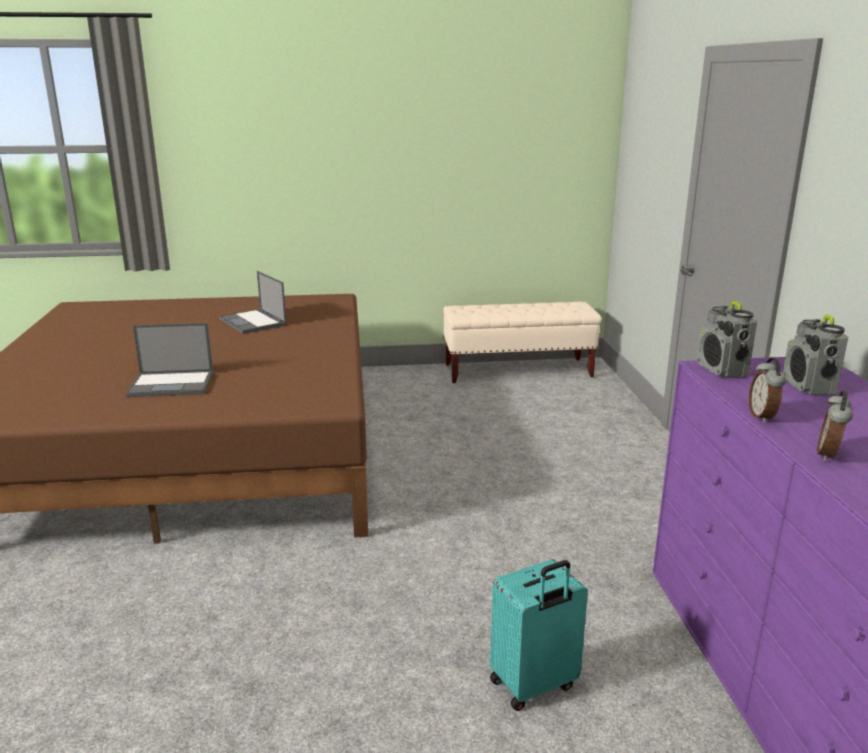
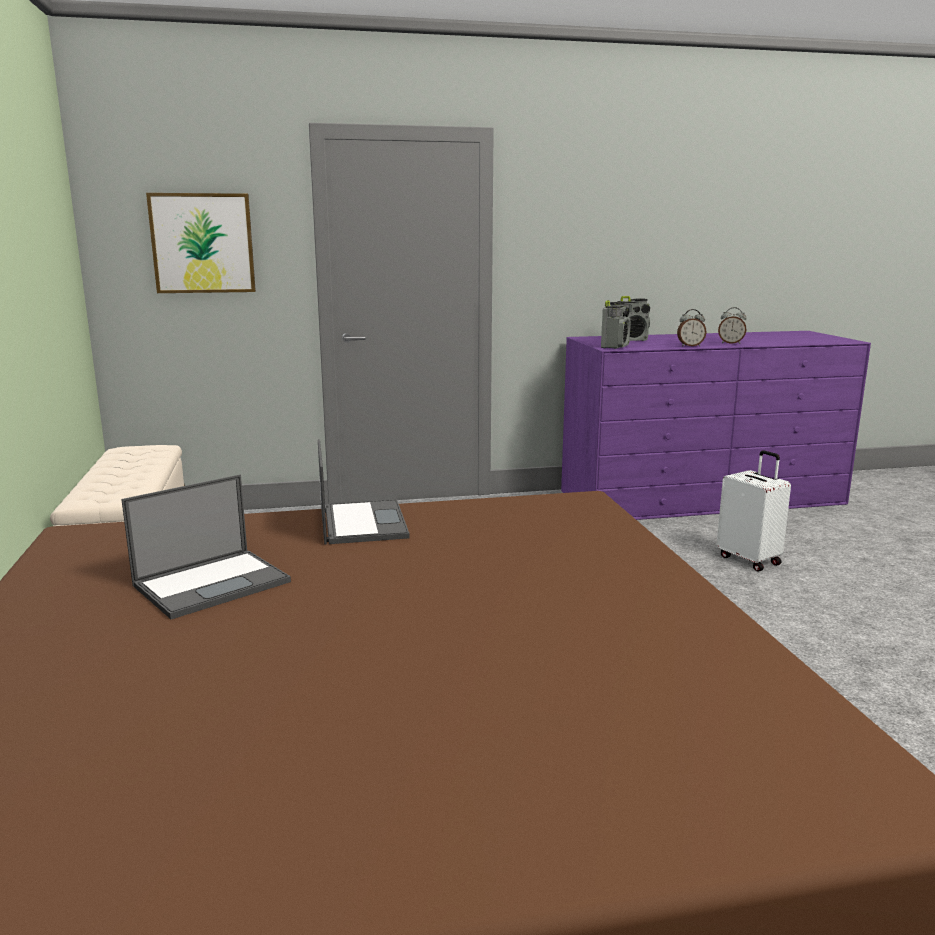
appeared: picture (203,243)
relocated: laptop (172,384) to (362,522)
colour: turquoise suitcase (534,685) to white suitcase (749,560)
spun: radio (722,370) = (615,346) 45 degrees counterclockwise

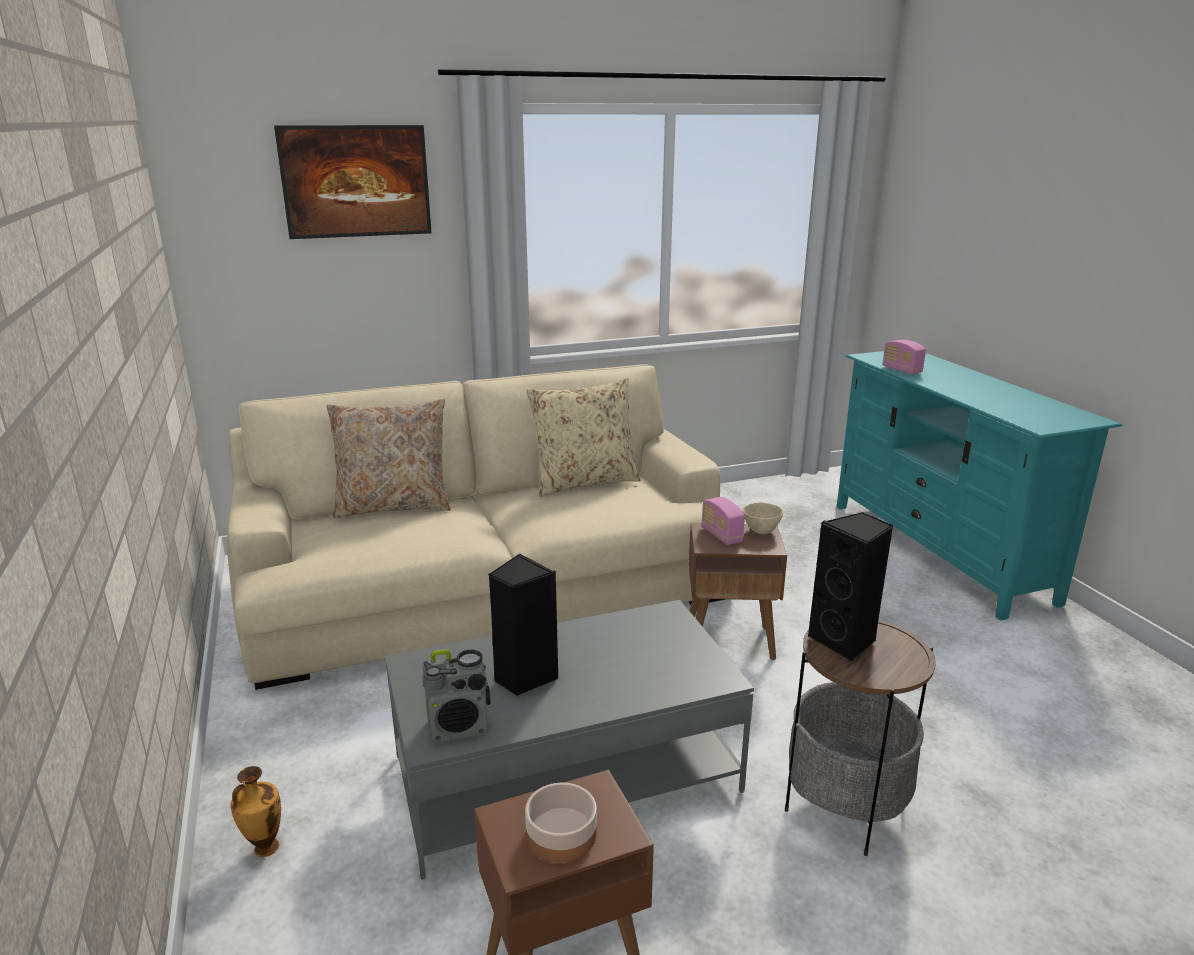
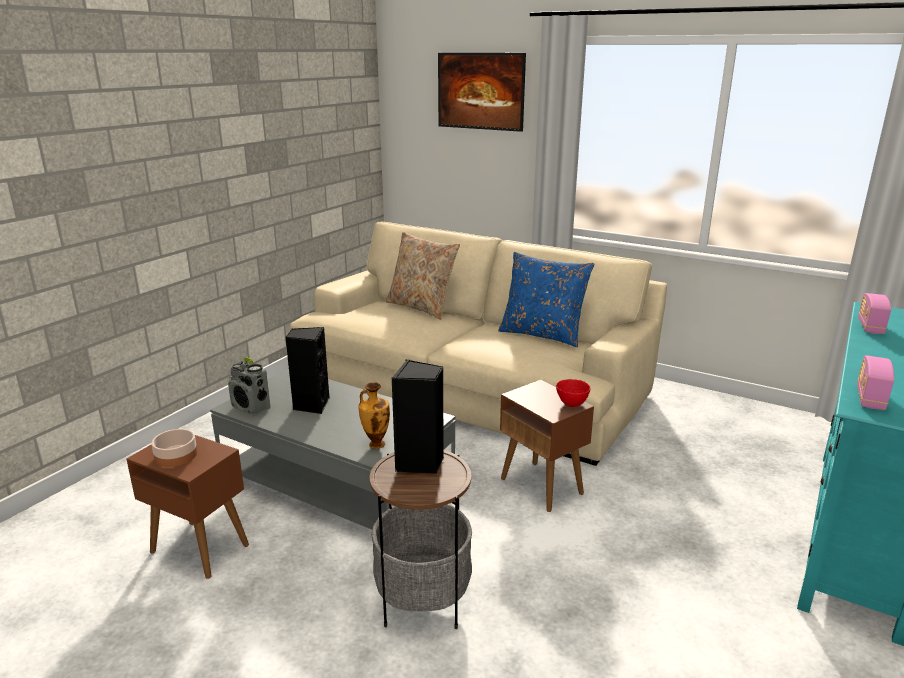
relocated: vase (264,848) to (375,444); radio (721,535) to (869,398)
colour: beige pillow (584,482) to blue pillow (542,334); beige bowl (761,531) to red bowl (571,404)

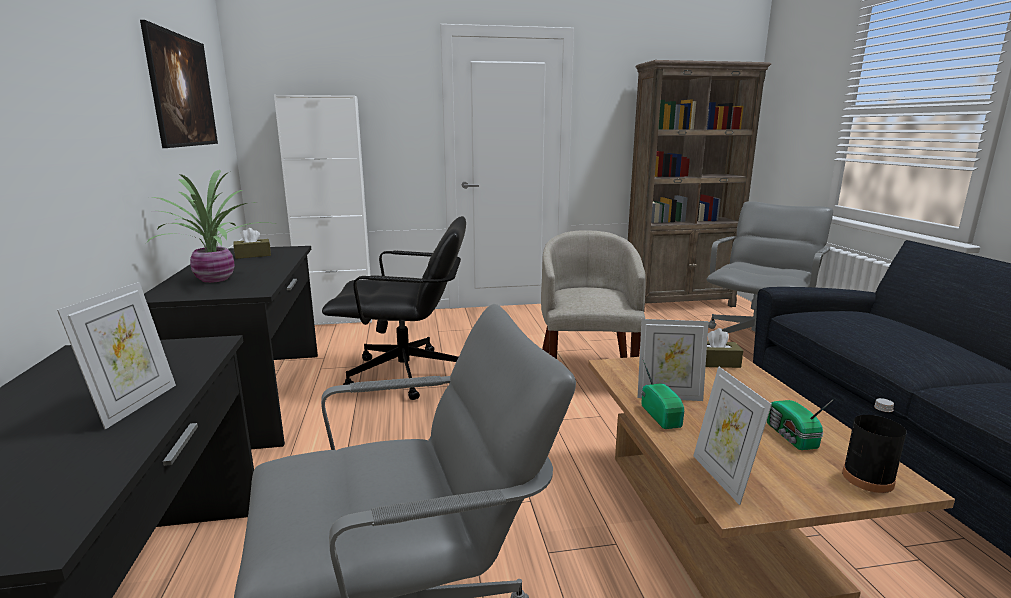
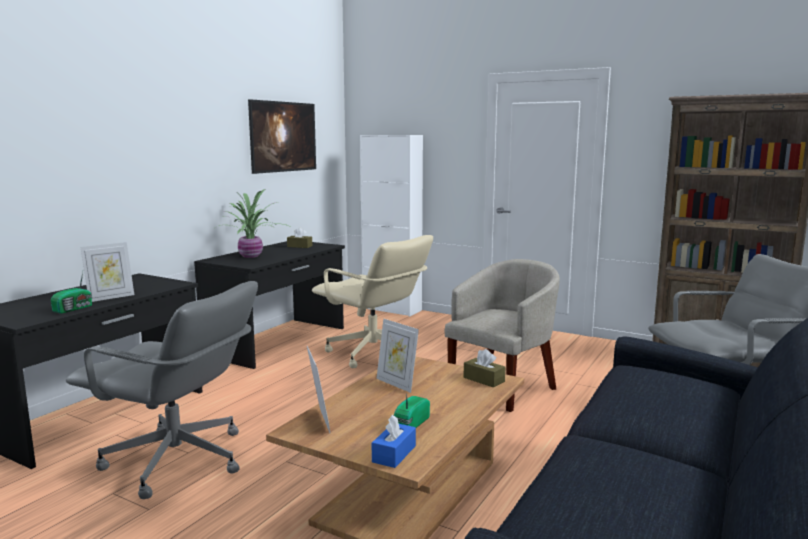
relocated: radio (661,415) to (74,309)
exchanged: black bottle (867,478) to blue tissue box (394,454)
colour: black office chair (406,375) to beige office chair (373,353)
spun: picture frame (722,477) = (319,421) 135 degrees clockwise

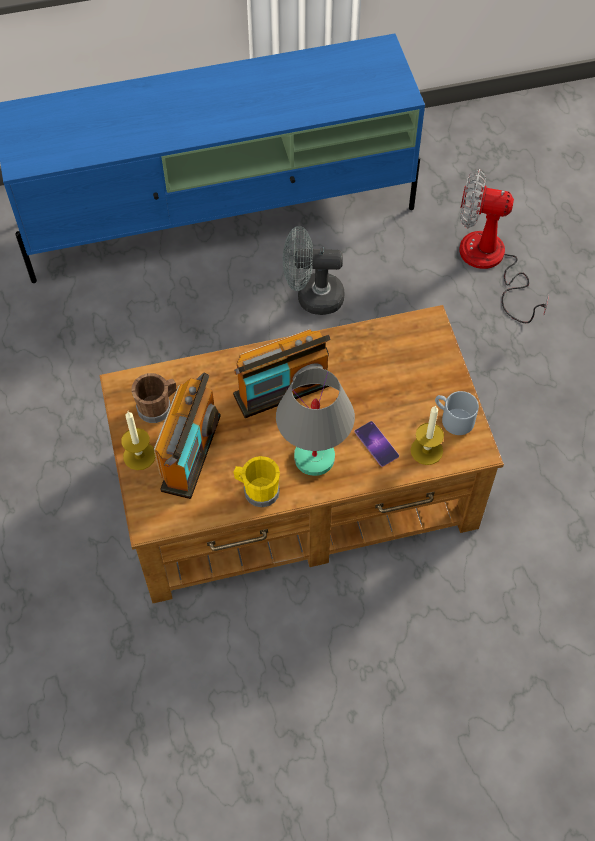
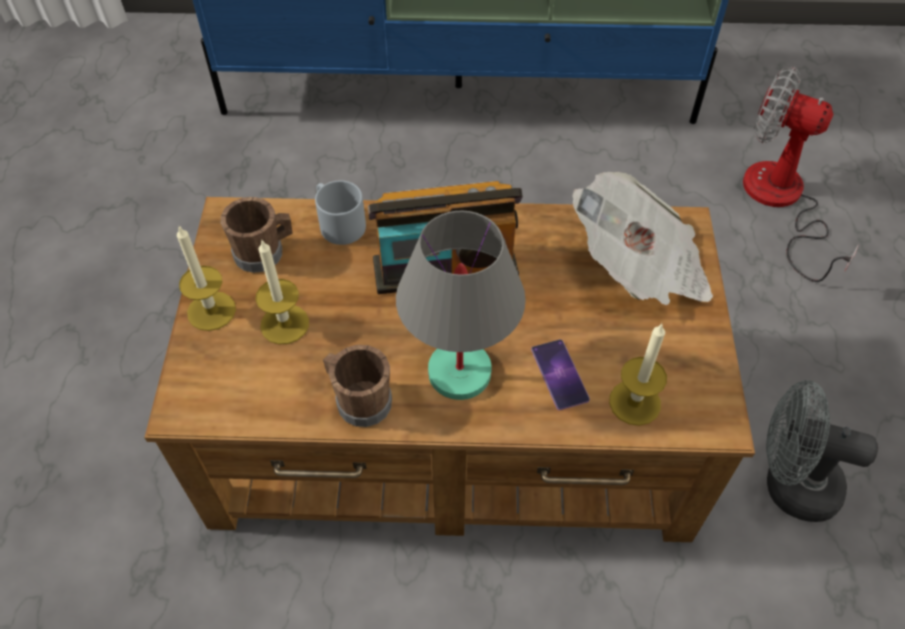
appeared: newspaper (639,267)
relocated: grey fan (312,297) to (789,484); grey mug (452,418) to (337,223)
exchanged: radio (191,453) to candle (284,324)
colour: yellow mug (257,490) to brown mug (359,399)

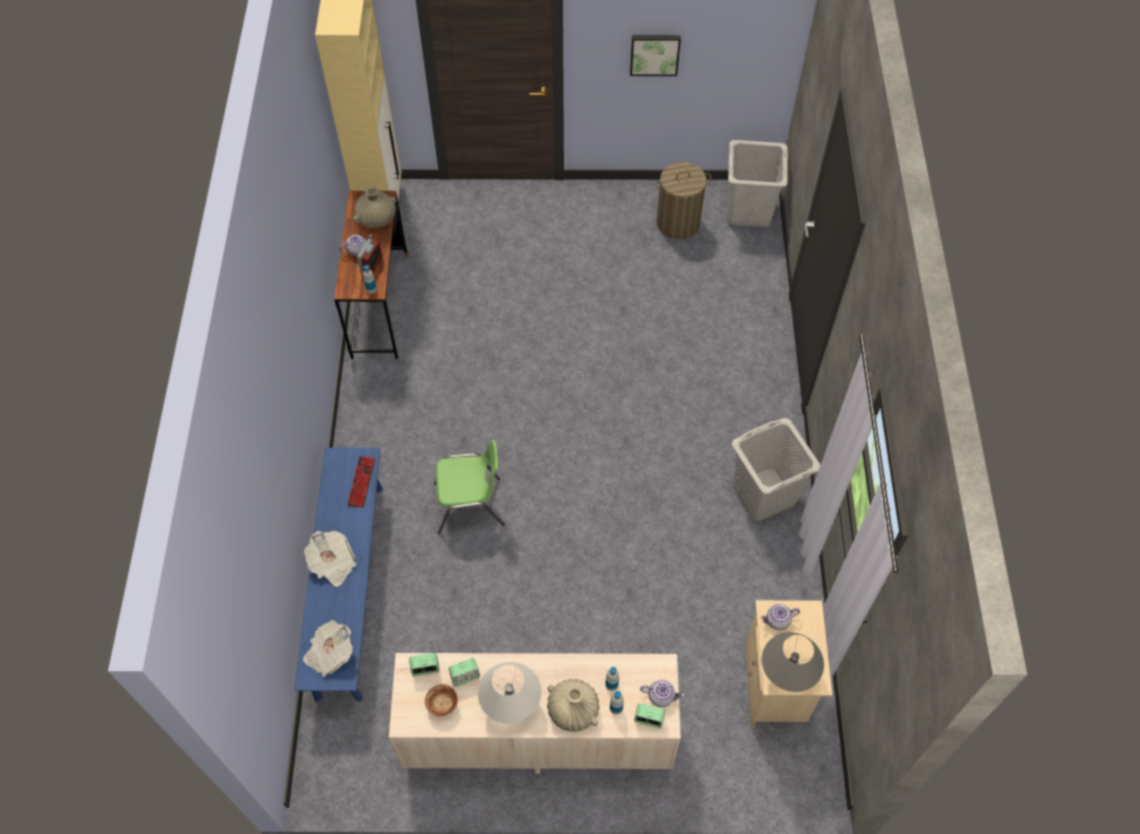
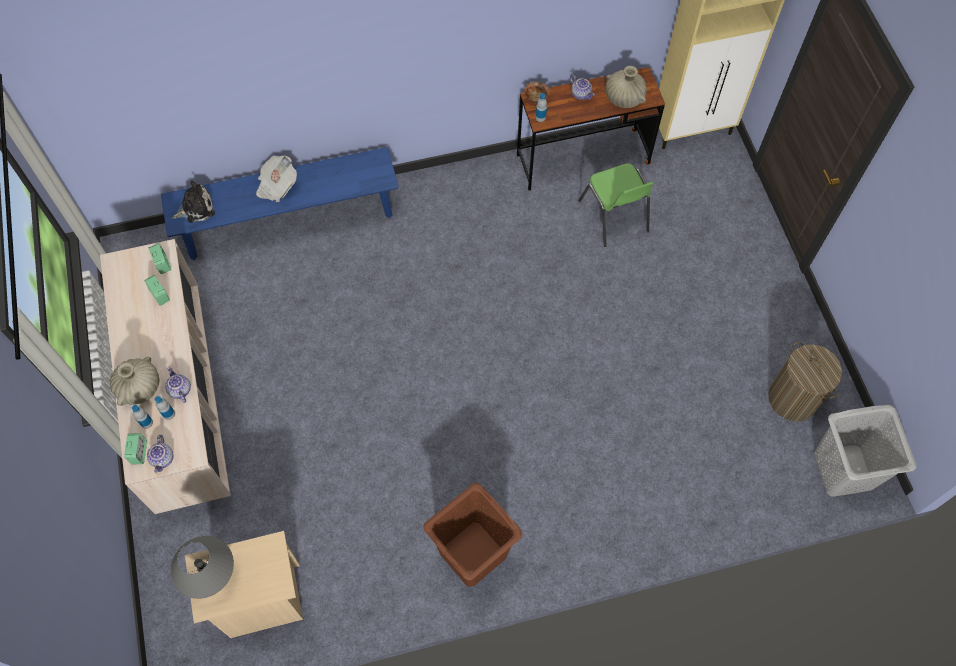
missing: keyboard (361,482); alarm clock (371,265); white table lamp (510,703); picture (654,53)
relocated: bowl (442,705) to (536,100); green chair (470,505) to (614,217); teapot (777,621) to (179,390)
exchanged: newspaper (329,653) to plush toy (196,208)
colour: grey laundry basket (764,494) to brown laundry basket (472,553)

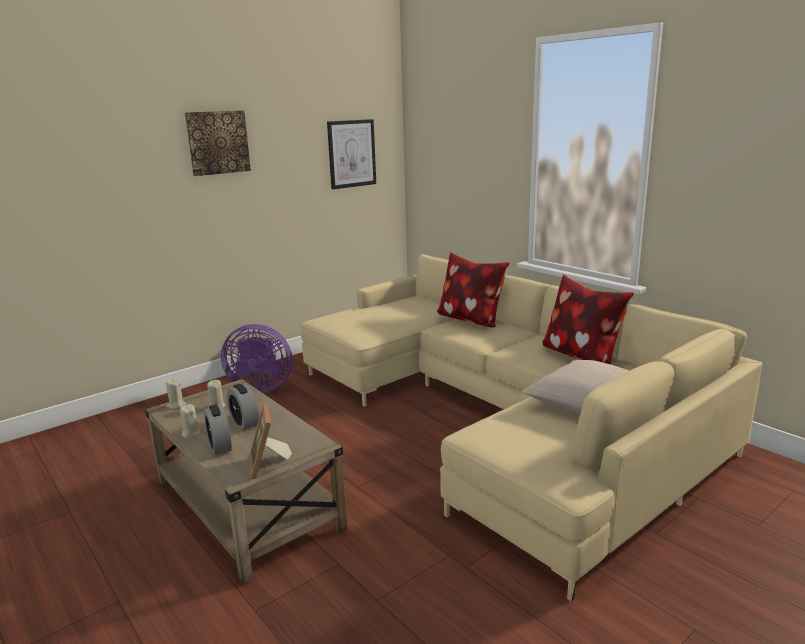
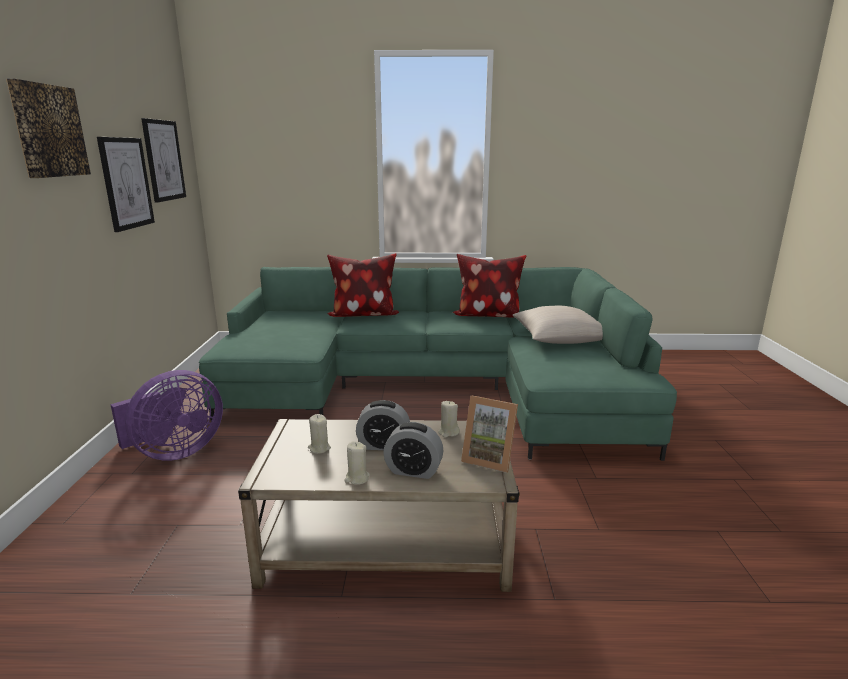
appeared: picture (126,183)
relocated: beige candle (176,405) to (448,432)
colour: beige sofa (502,416) to green sofa (437,386)

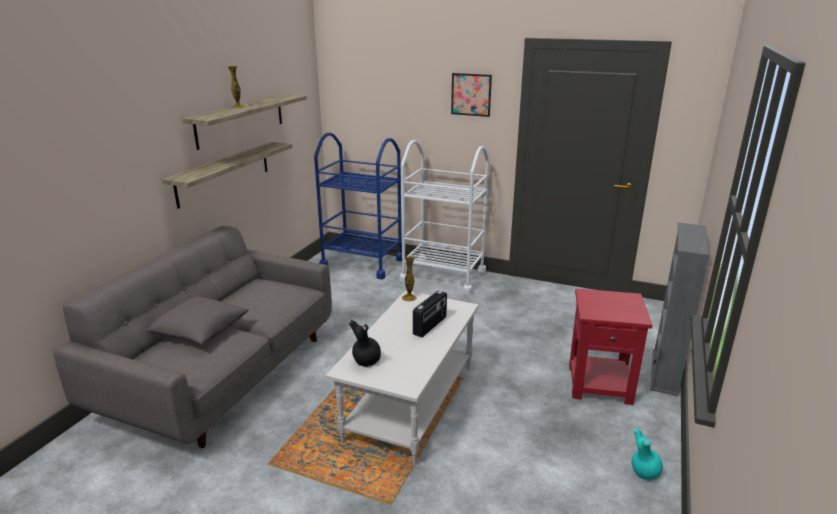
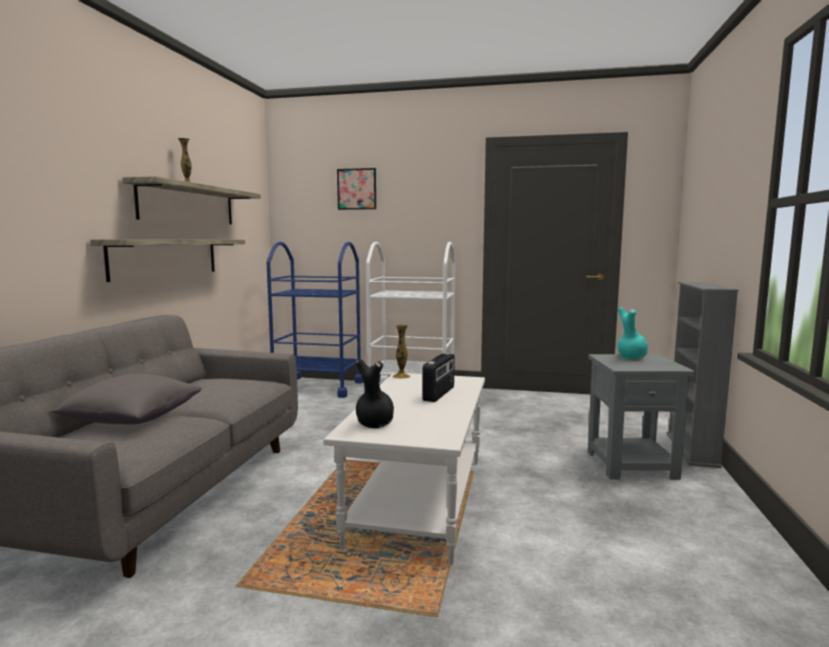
relocated: picture (471,94) to (357,189); turquoise vase (643,472) to (630,357)
colour: red side table (600,384) to grey side table (632,464)

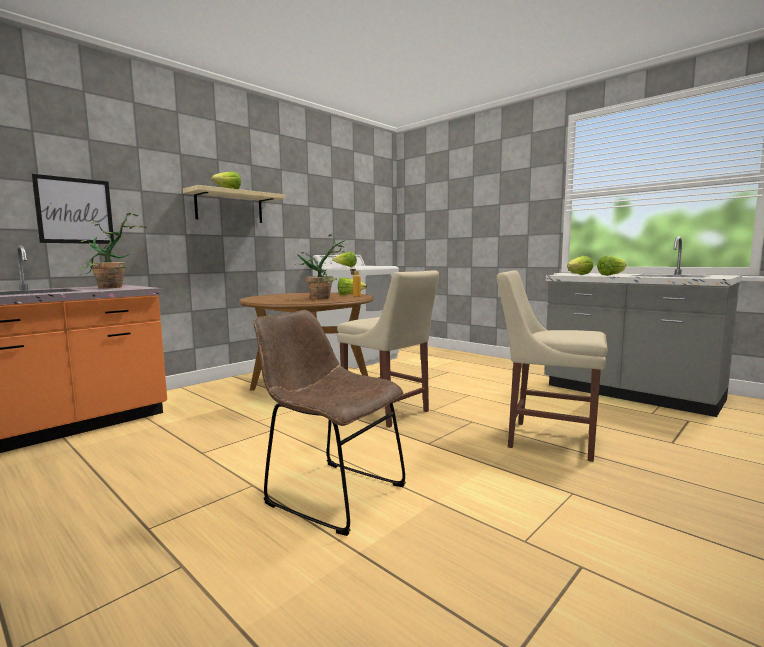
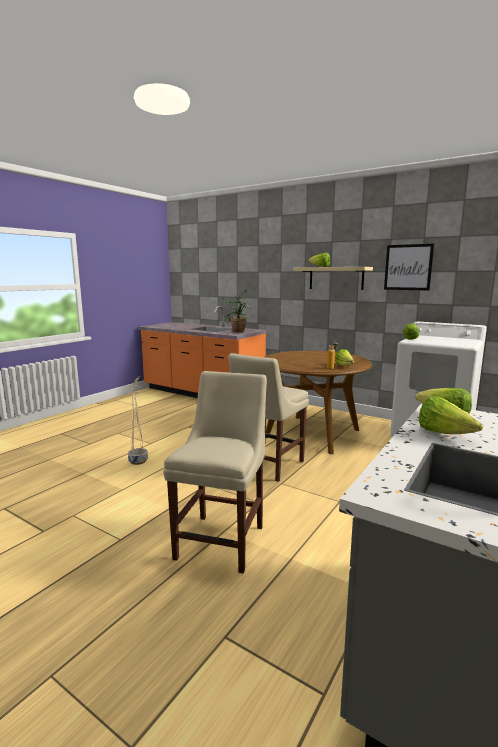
missing: potted plant (325,298)
relocated: picture (75,211) to (408,267)
exchanged: brown chair (330,493) to beige planter (138,461)

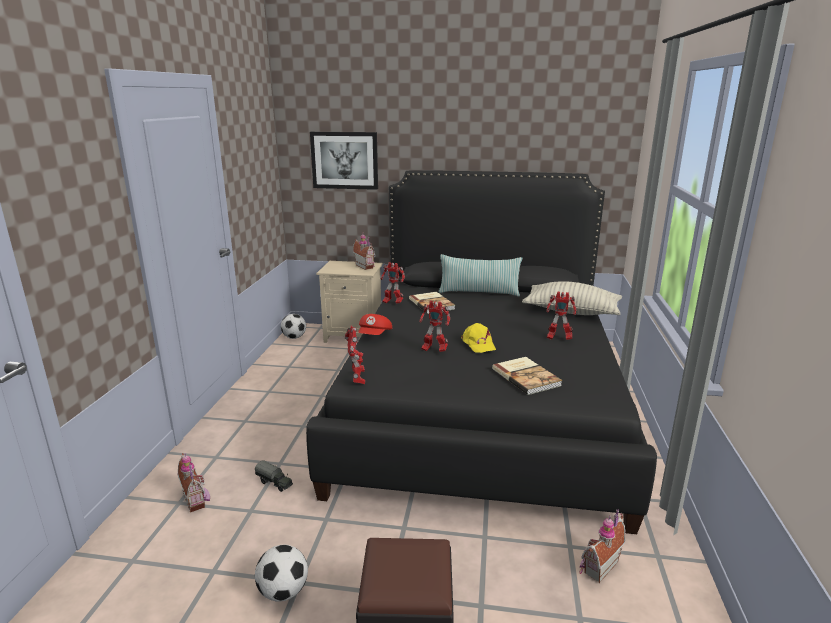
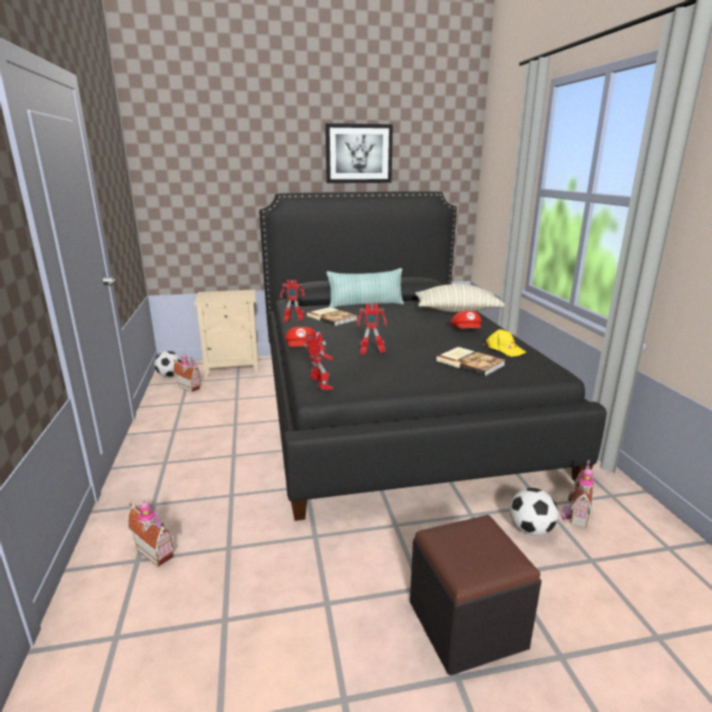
missing: toy truck (275,483)
relocated: football (283,591) to (530,529); picture (344,160) to (358,154); toy house (366,266) to (190,387); yellow cap (478,344) to (504,349)
exchanged: toy robot (558,338) to red cap (466,331)

